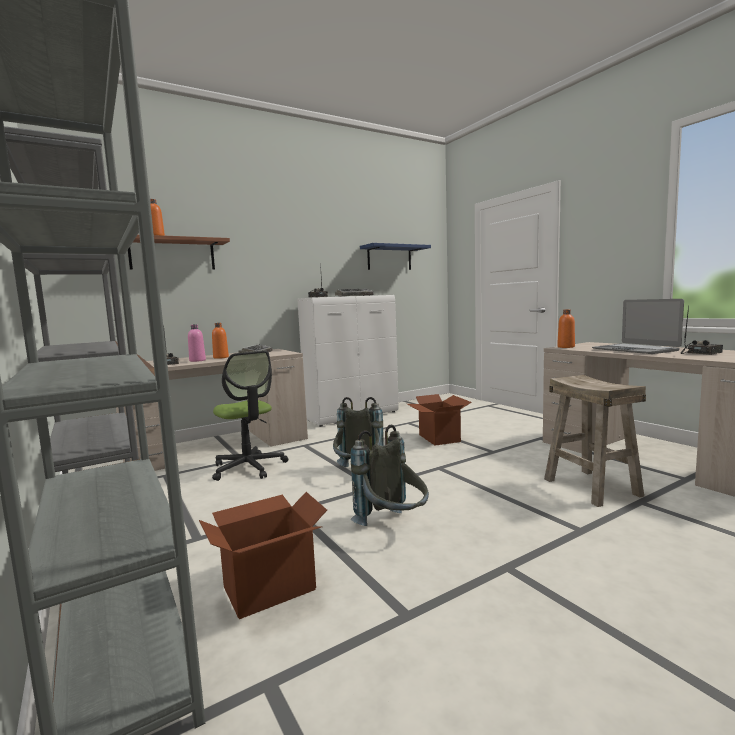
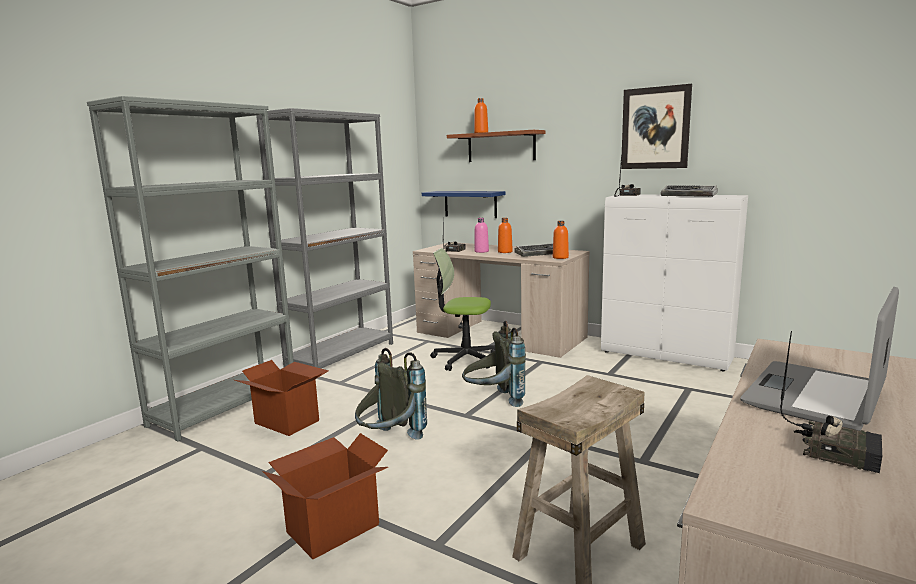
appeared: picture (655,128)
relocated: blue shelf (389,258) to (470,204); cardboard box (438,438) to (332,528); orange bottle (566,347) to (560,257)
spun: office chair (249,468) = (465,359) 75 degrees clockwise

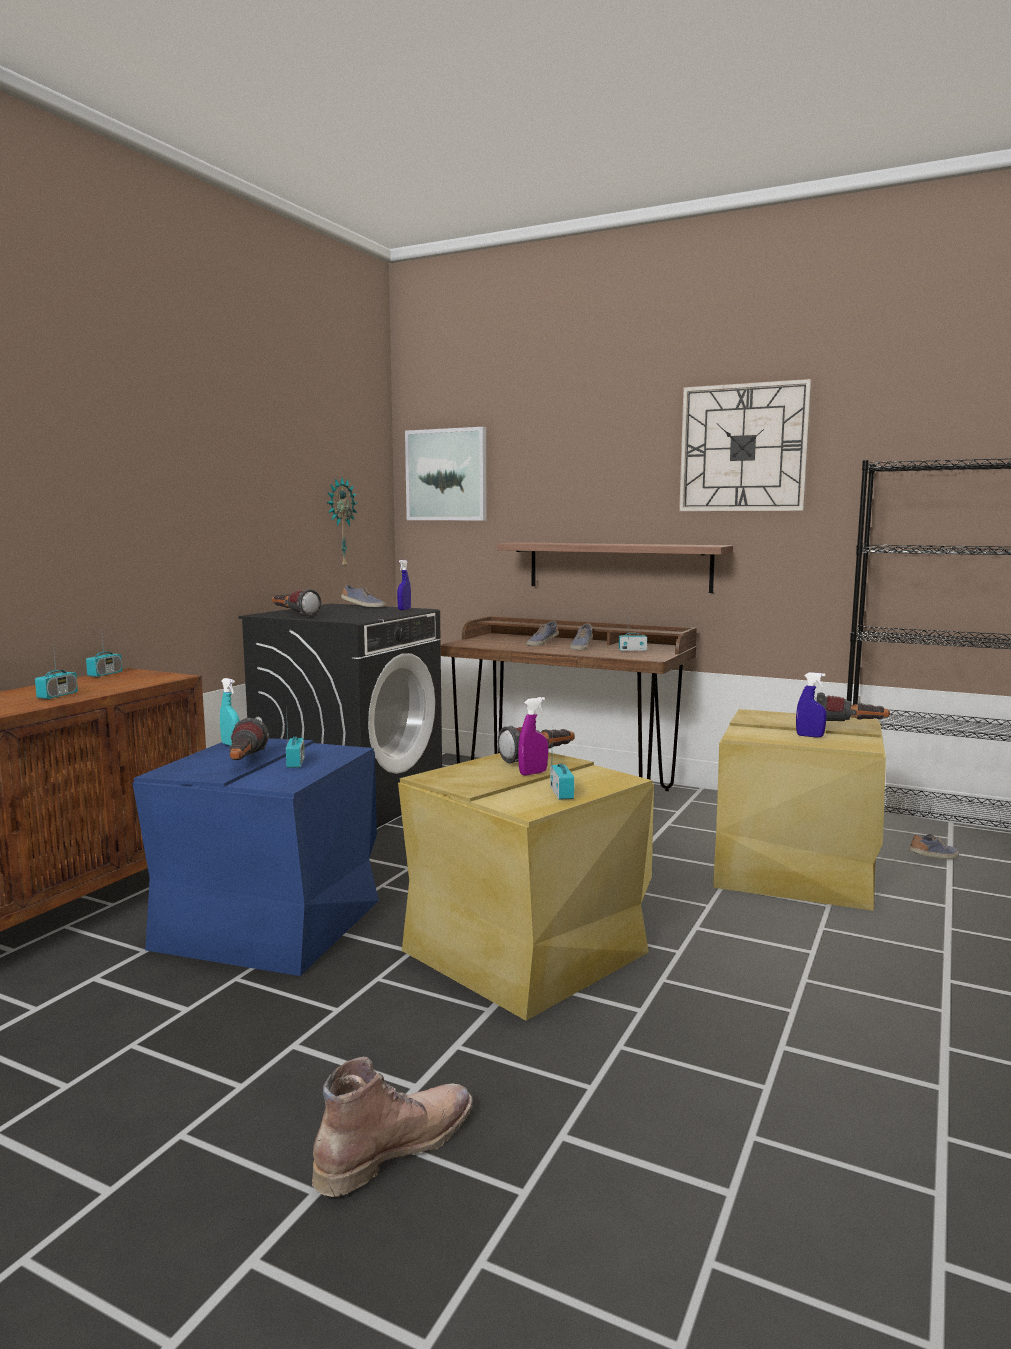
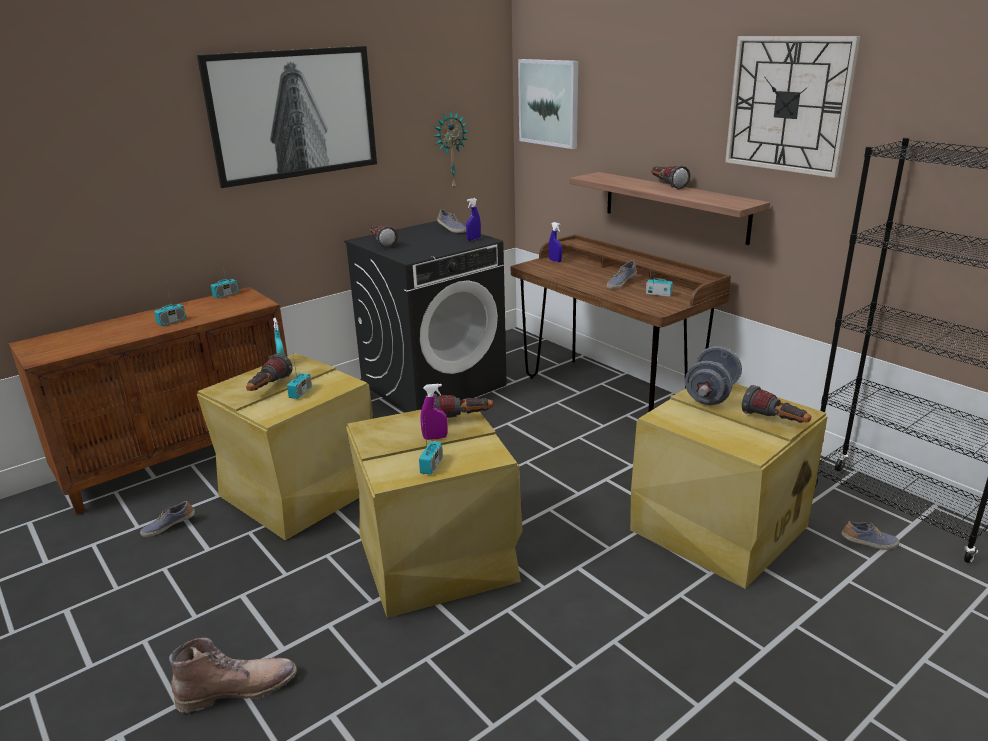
appeared: picture (294,114); flashlight (666,185); grey dumbbell (711,395)
relocated: shoe (541,643) to (169,526); blue spray bottle (810,736) to (555,261)
colour: blue storage box (272,923) to beige storage box (302,490)

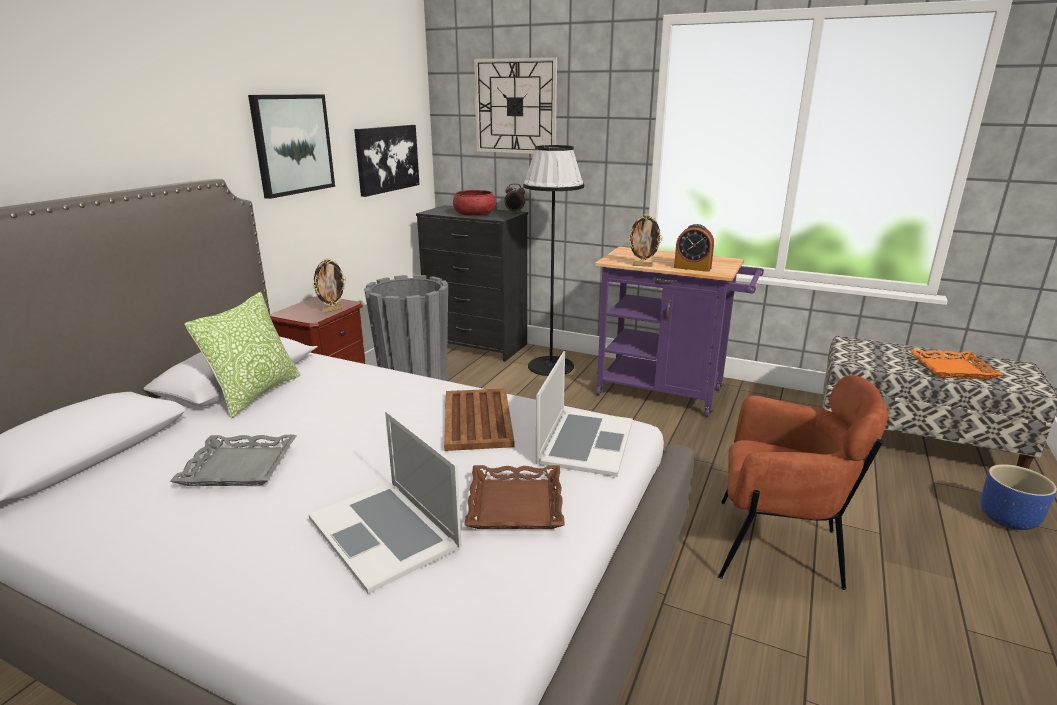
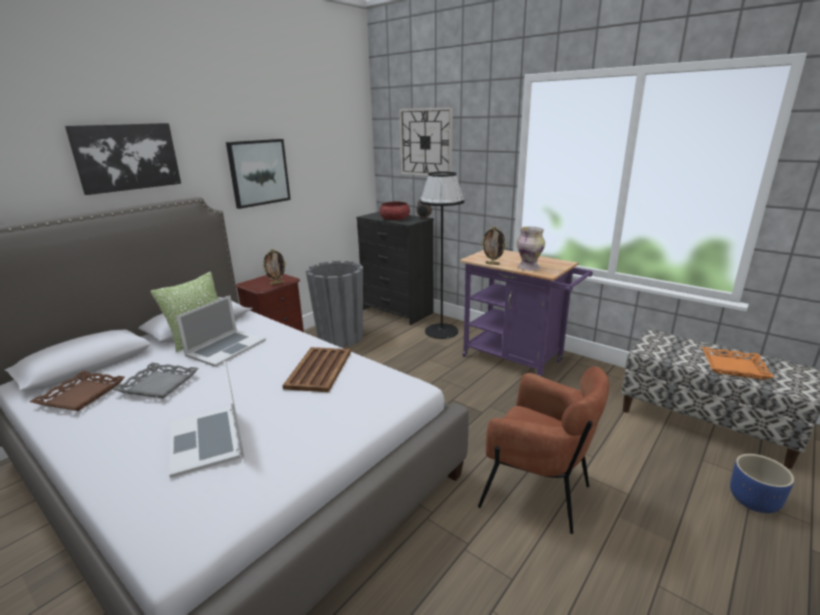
relocated: picture (387,159) to (127,157); brown tray (516,504) to (82,395); laptop (585,441) to (226,348)
exchanged: alarm clock (692,268) to vase (529,268)

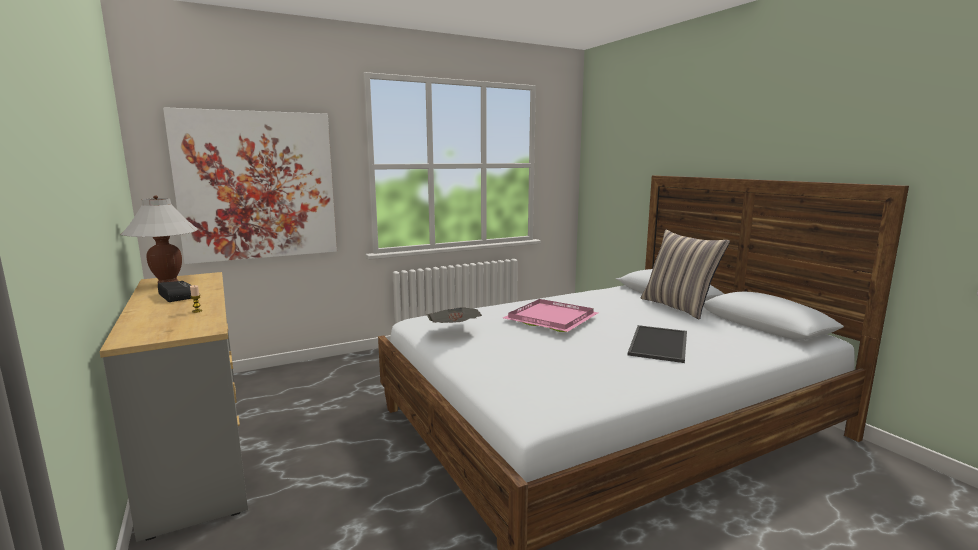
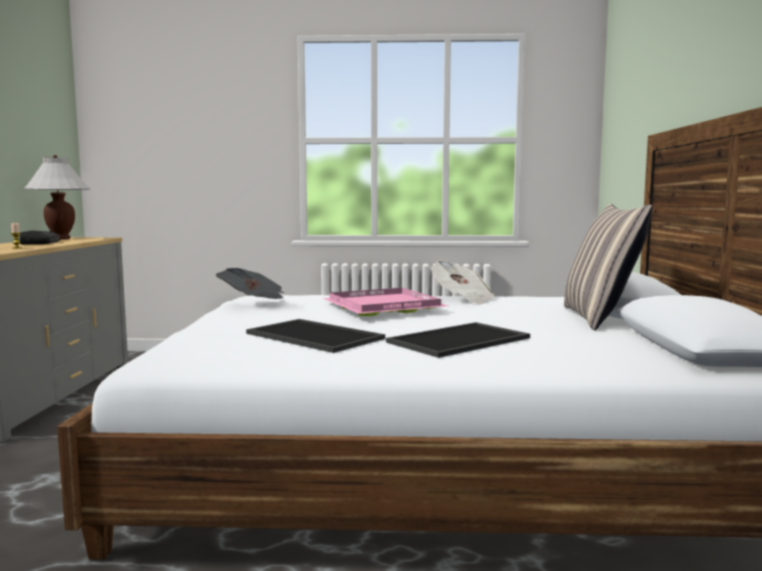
missing: picture (258,186)
appeared: tray (312,336); newspaper (462,299)

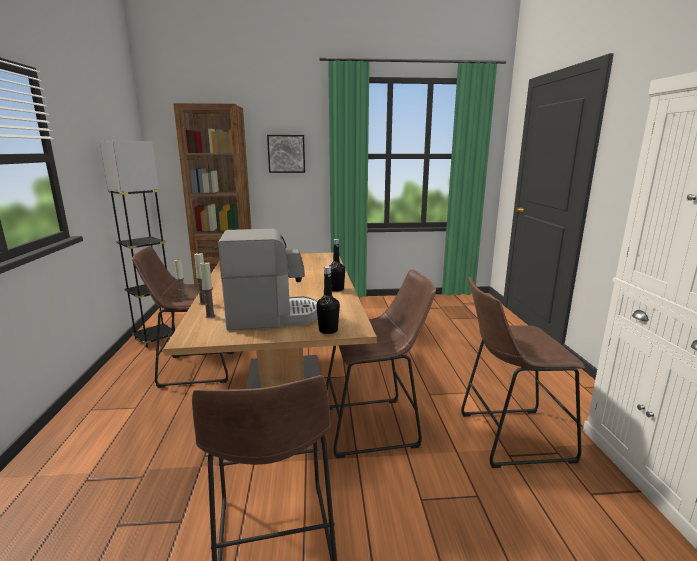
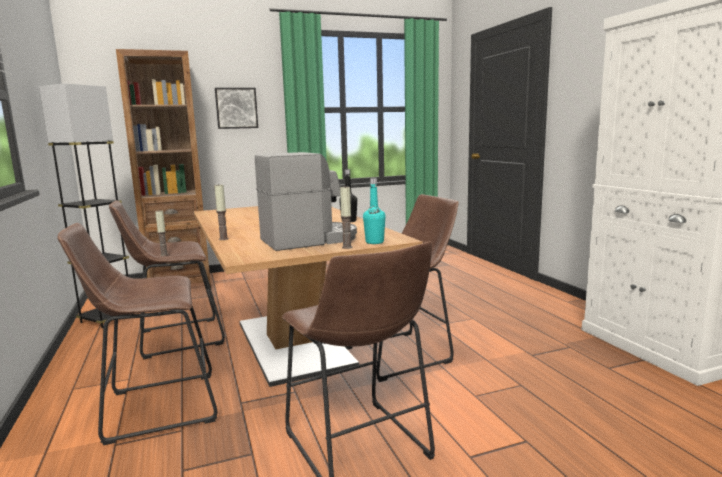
relocated: candle (210,316) to (347,247); brown stool (508,436) to (154,408)
colour: black bottle (328,330) to turquoise bottle (374,242)

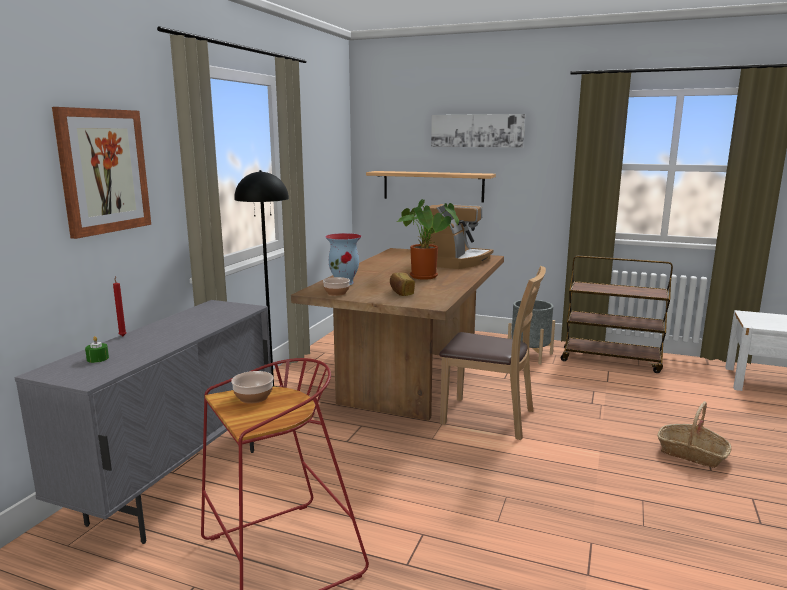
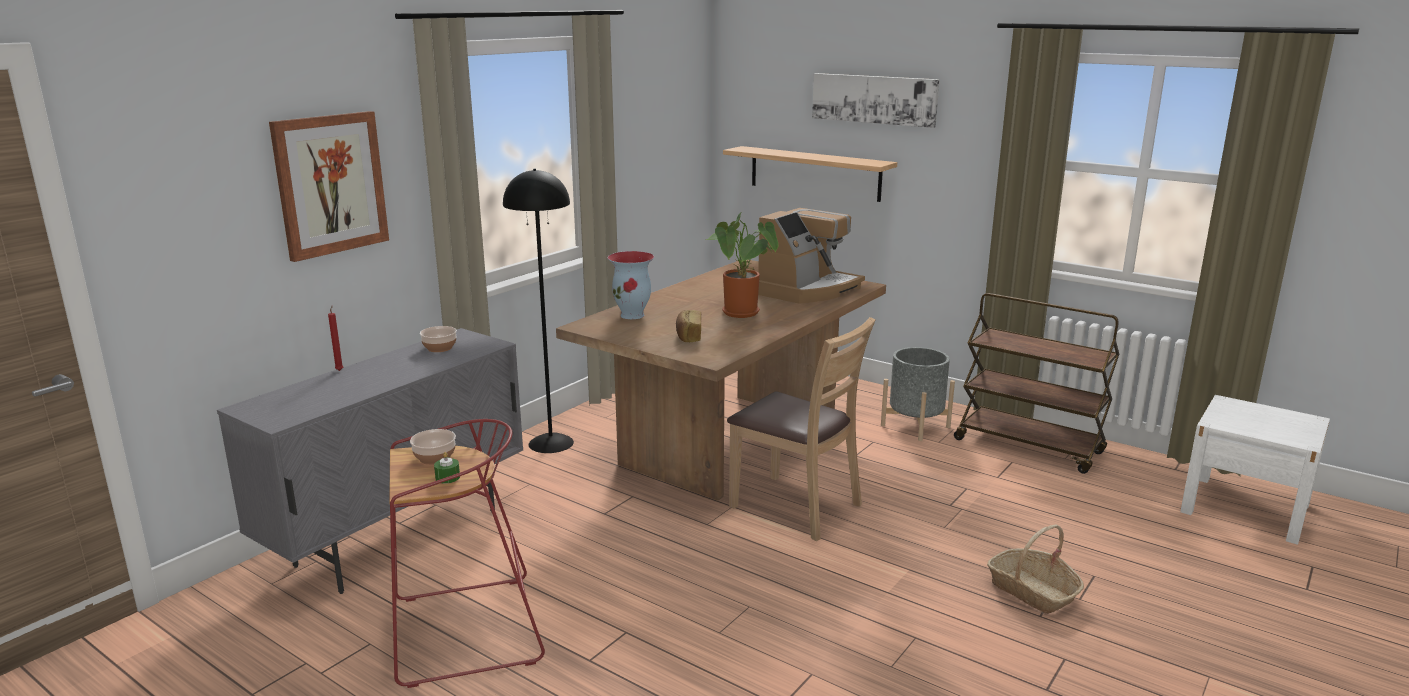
relocated: green candle (98,359) to (447,477); bowl (337,293) to (440,348)

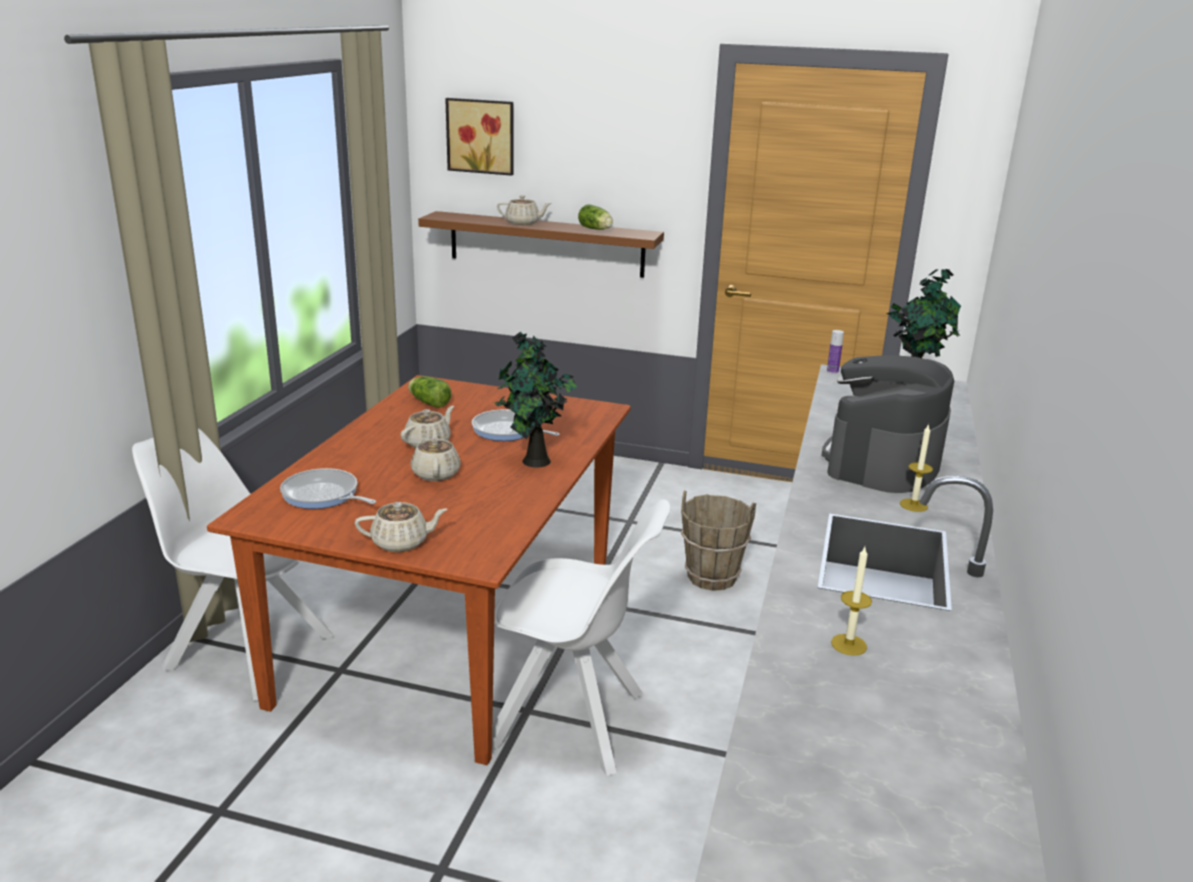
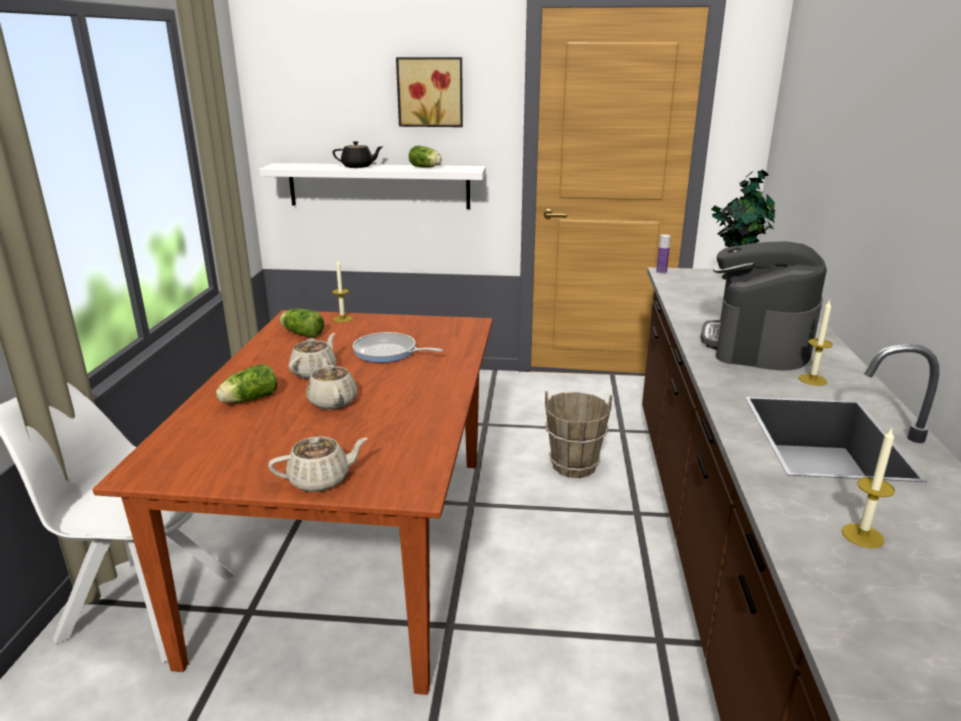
missing: frying pan (323,495); white chair (572,721); potted plant (534,462)
appeared: lettuce (248,400); candle (342,319)
relocated: picture (481,136) to (430,92)
colour: brown shelf (546,244) to white shelf (379,185); beige teapot (523,223) to black teapot (358,166)

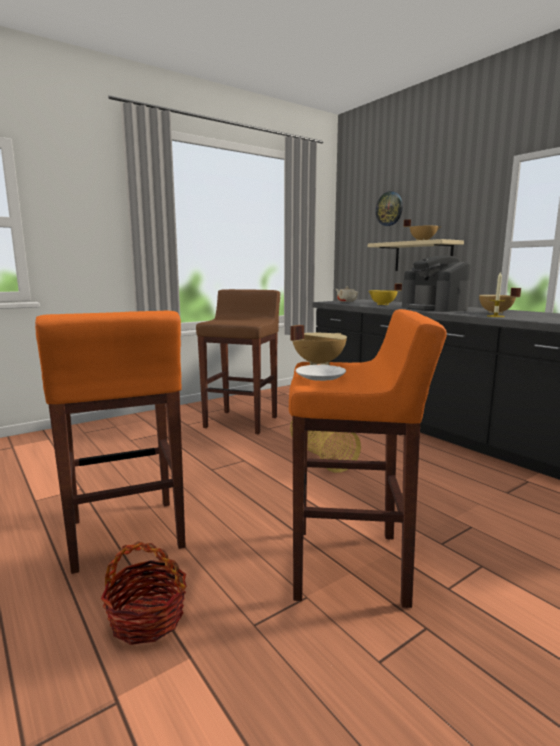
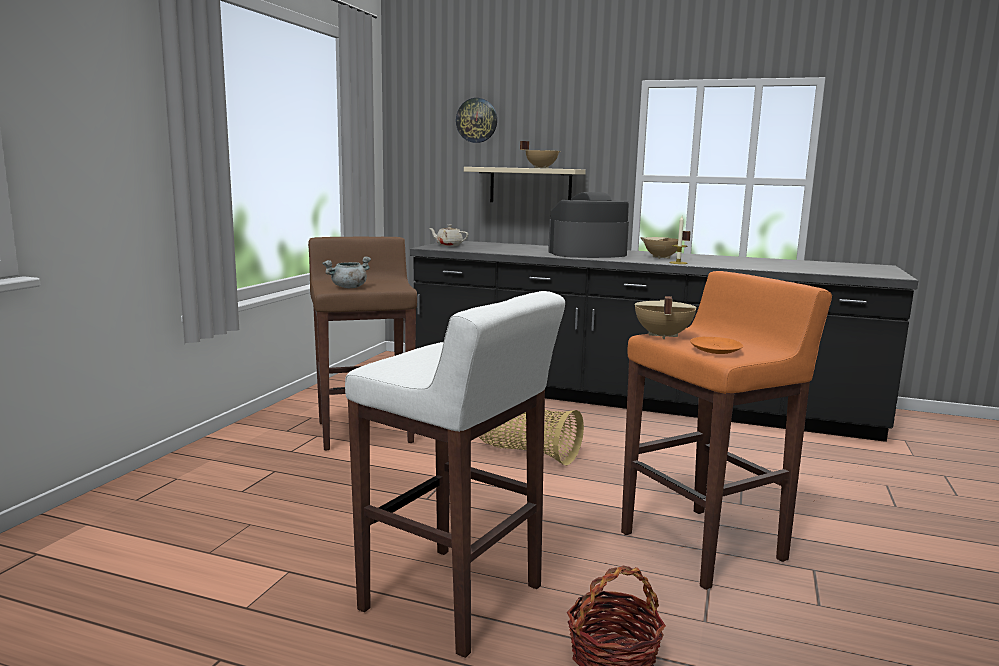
missing: yellow cooking pot (383,304)
appeared: grey cooking pot (348,287)
colour: orange stool (126,535) to white stool (454,599); white plate (321,378) to orange plate (716,351)
spun: coffee machine (434,308) = (587,254) 135 degrees clockwise

